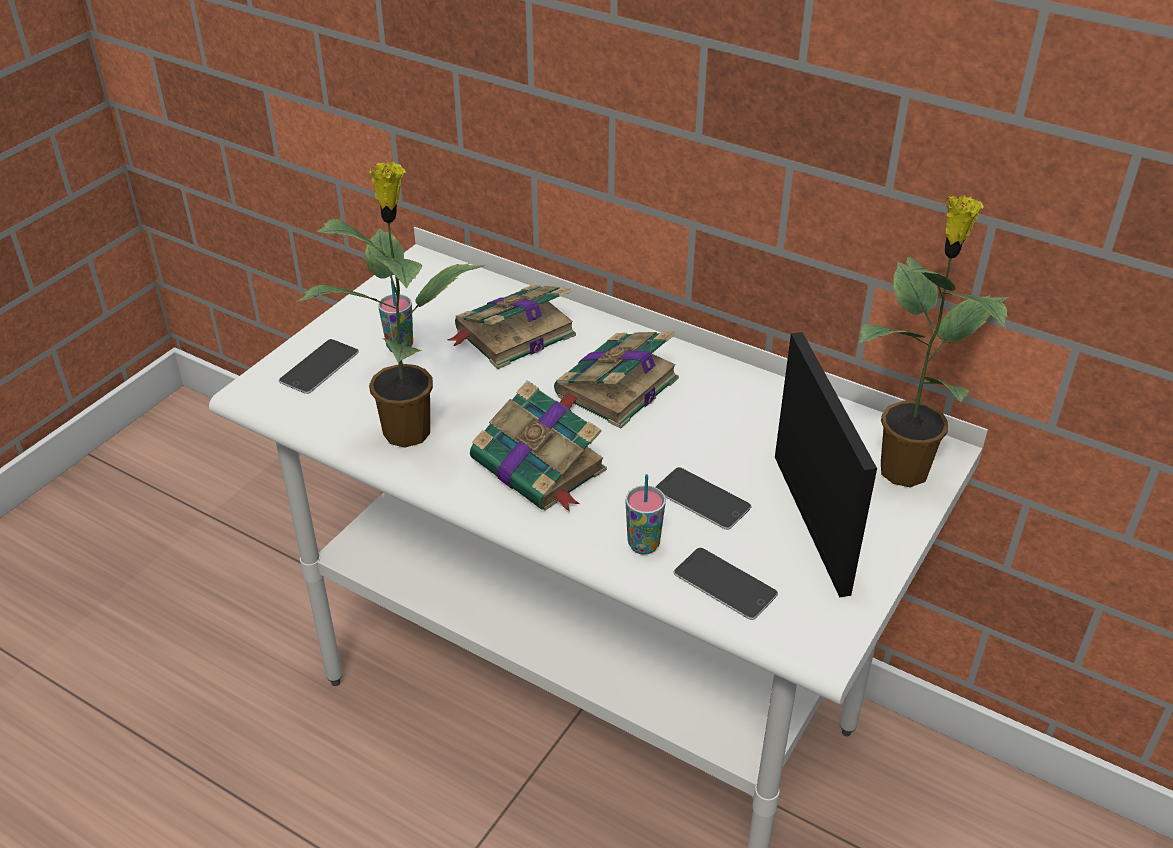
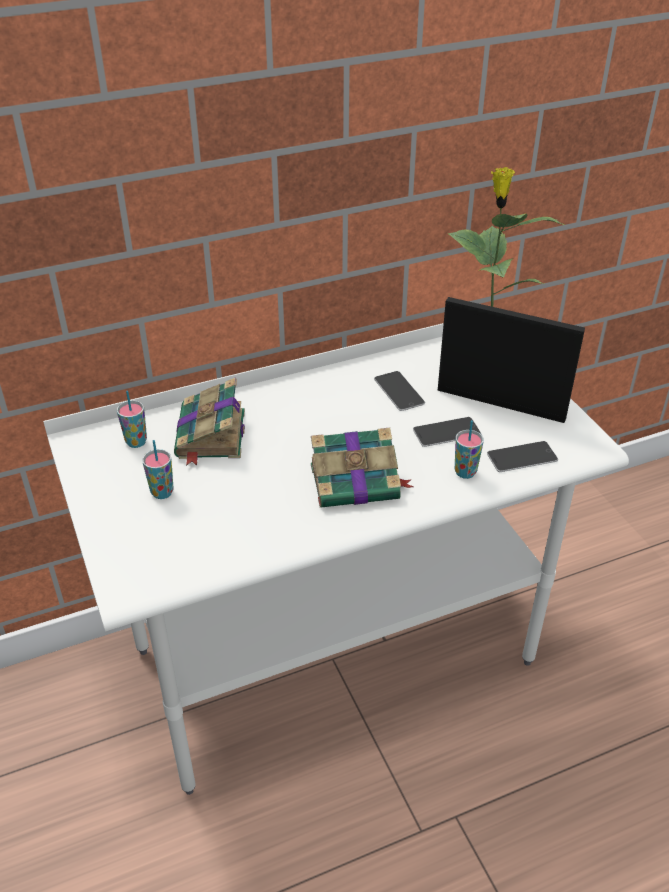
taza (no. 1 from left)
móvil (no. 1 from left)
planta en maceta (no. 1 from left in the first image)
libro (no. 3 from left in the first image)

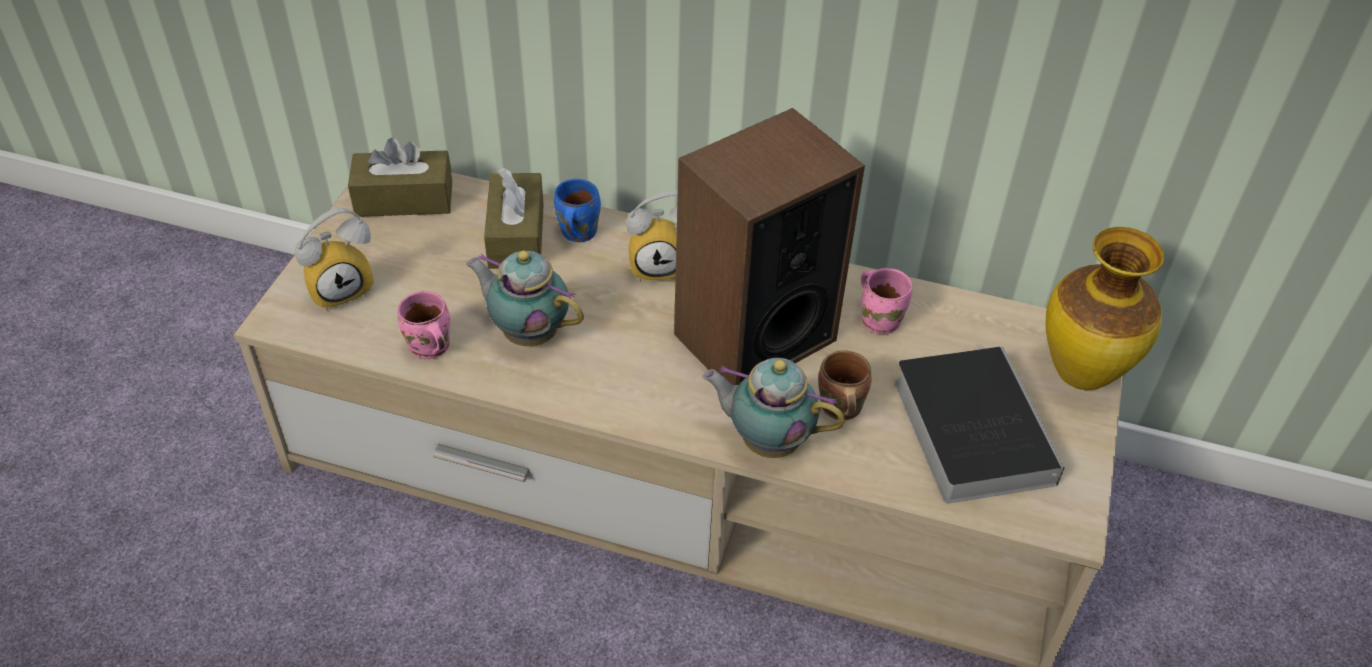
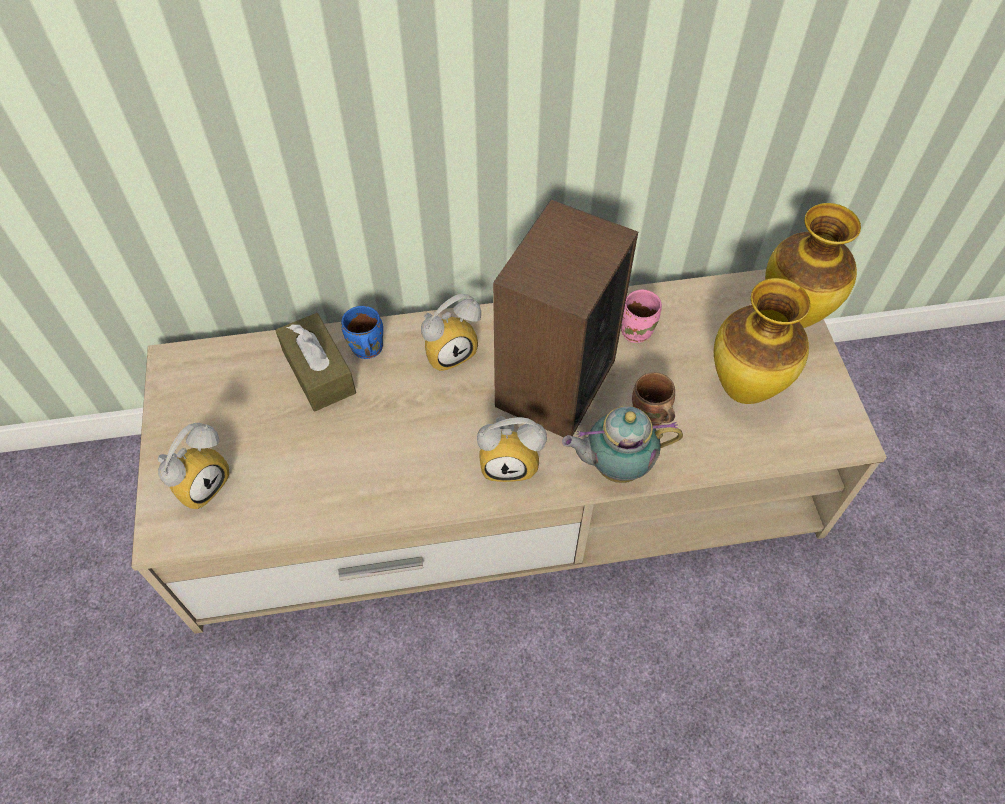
despertador (no. 3 from left)
florero (no. 1 from left)
caja de pañuelos (marrón) (no. 1 from left in the first image)
taza grande (rosa) (no. 1 from left in the first image)
tetera (no. 1 from left in the first image)

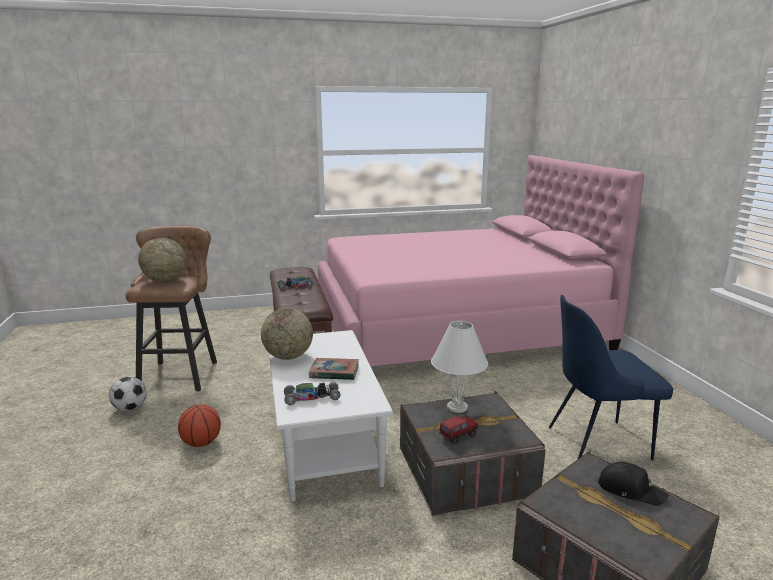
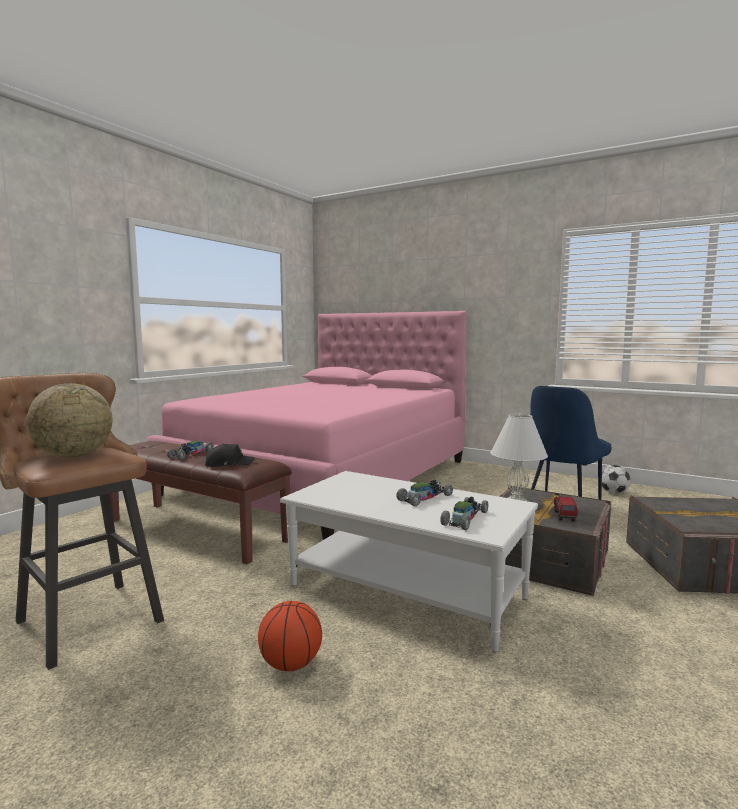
gorra (negro)
coche de juguete (no. 2 from left)
balón de fútbol
globo terráqueo (no. 2 from left in the first image)

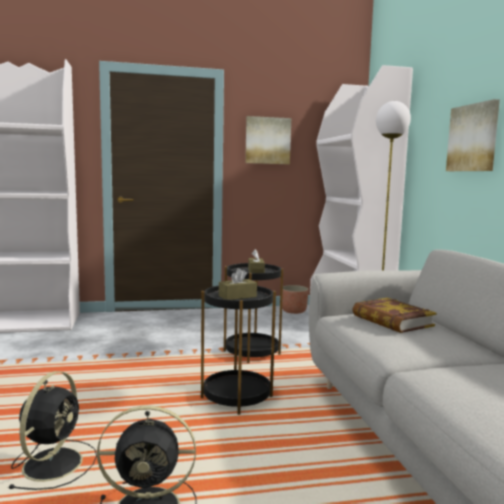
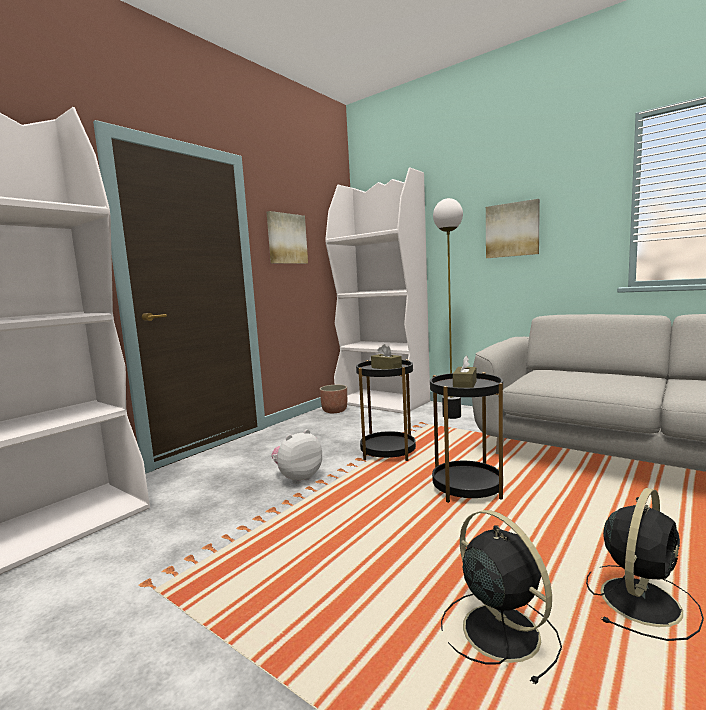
peluche
libro

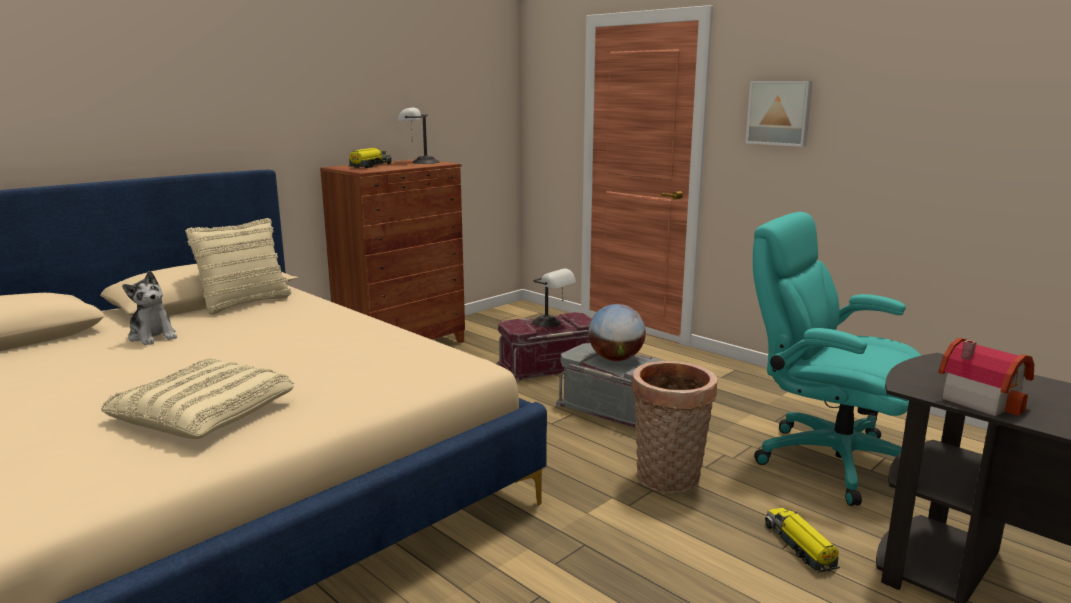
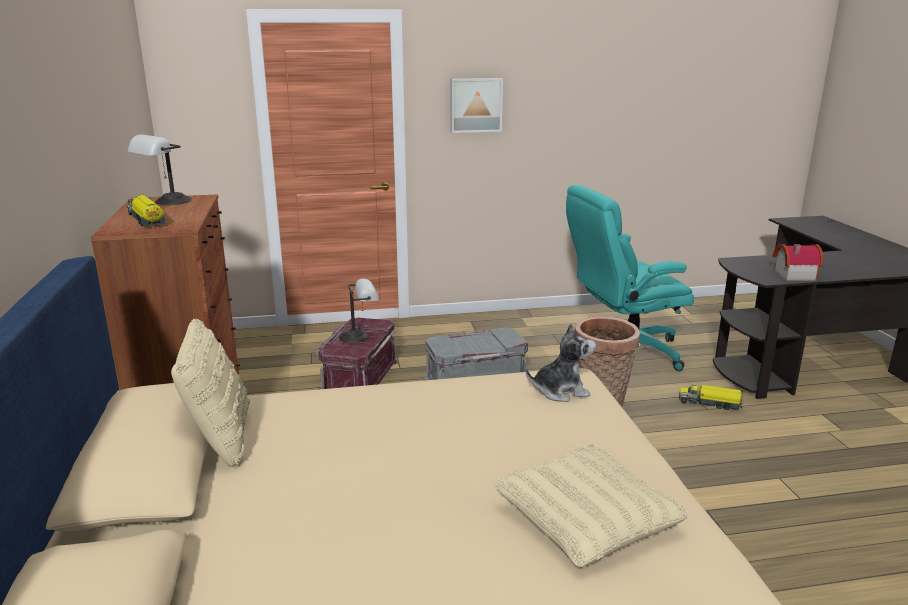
peluche
globo terráqueo

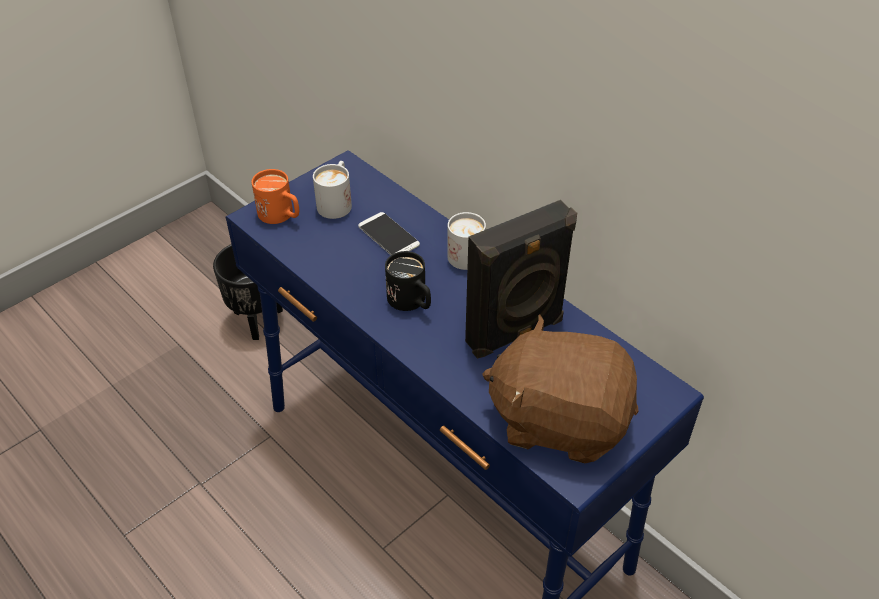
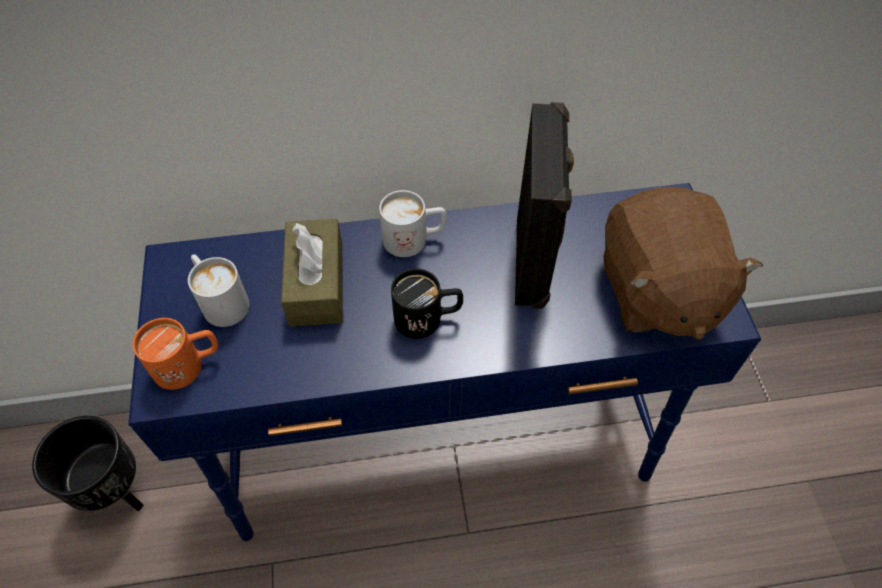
caja de pañuelos (marrón)
peluche (marrón)

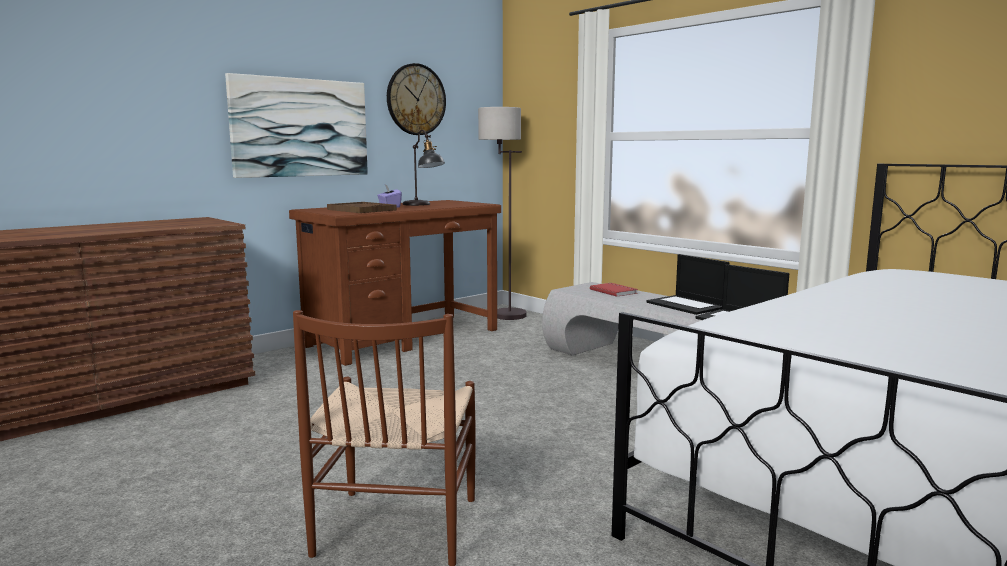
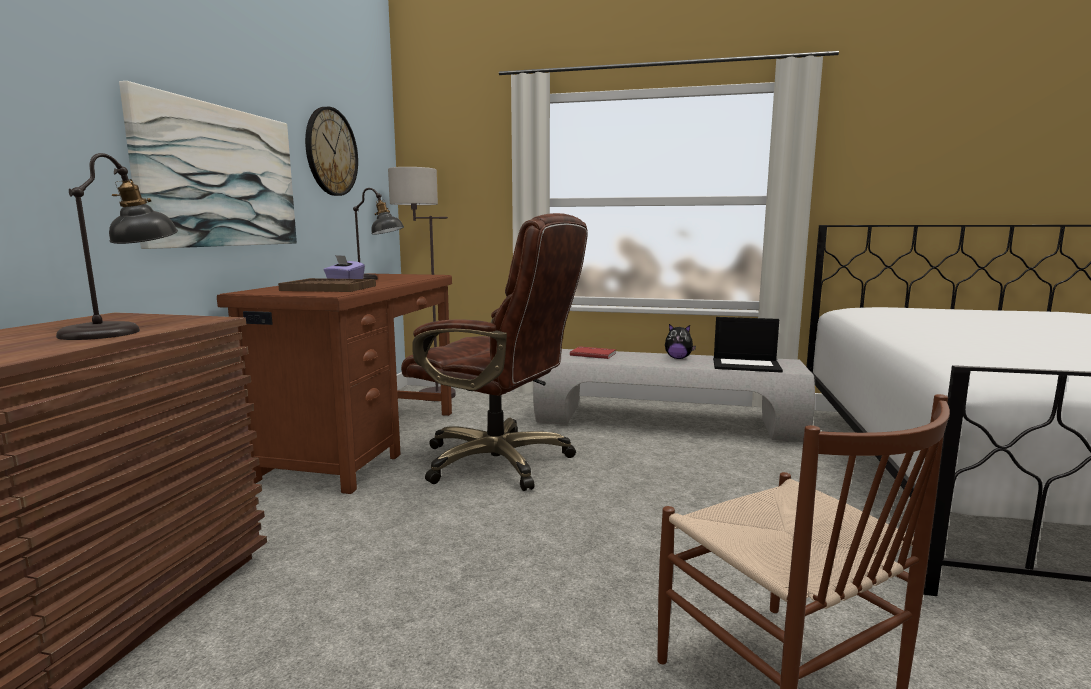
lámpara de mesa (gris) (no. 1 from left)
silla de oficina (marrón)
peluche

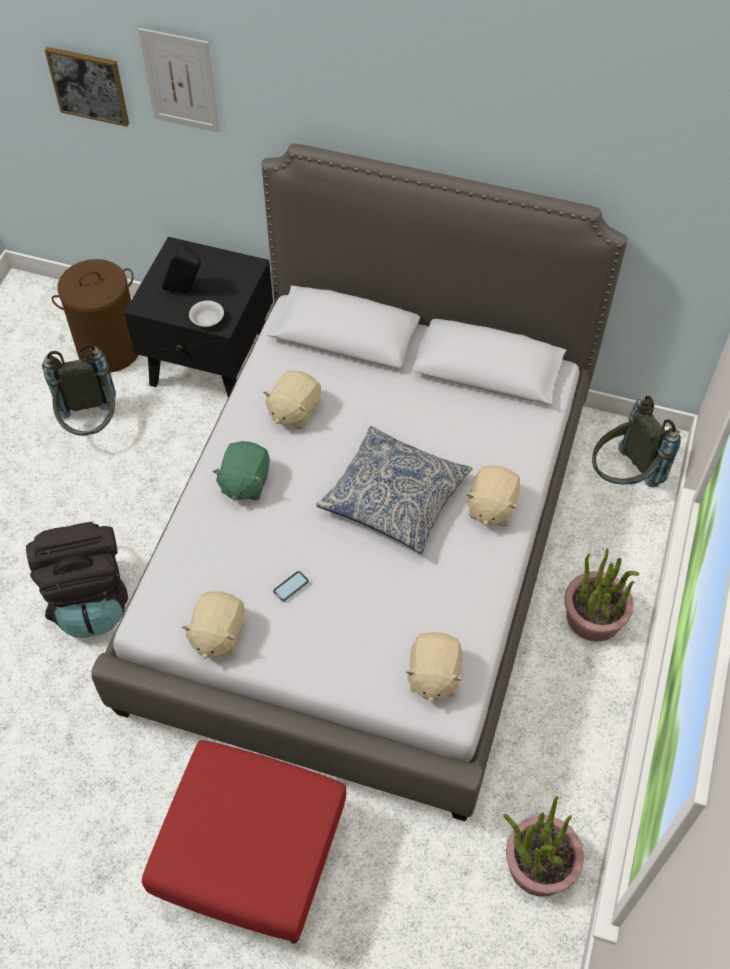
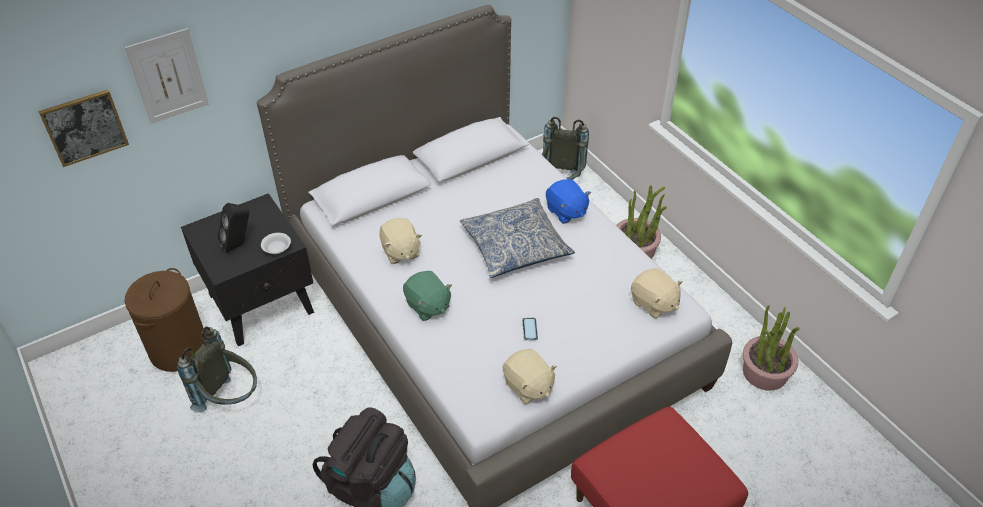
peluche (azul)

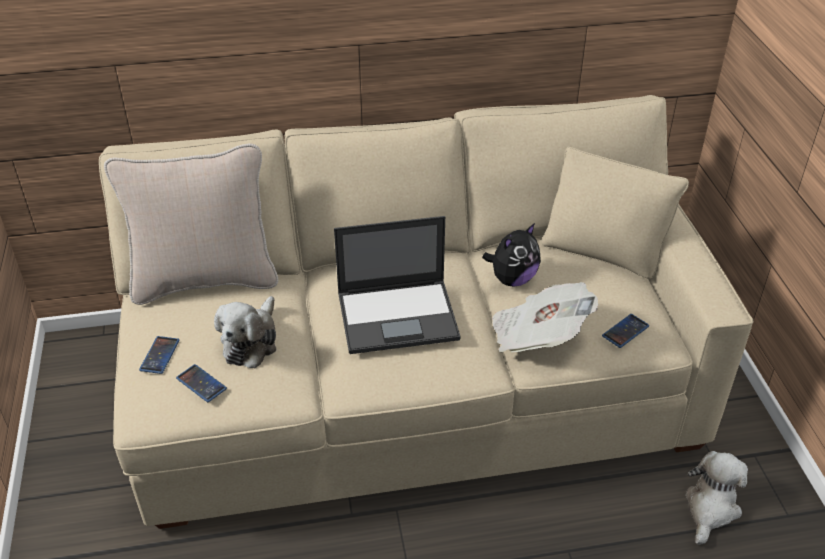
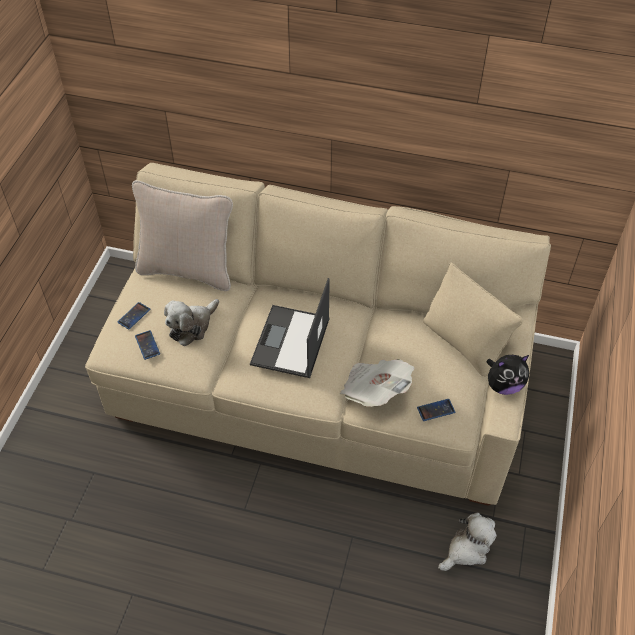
portátil
peluche (no. 3 from left)

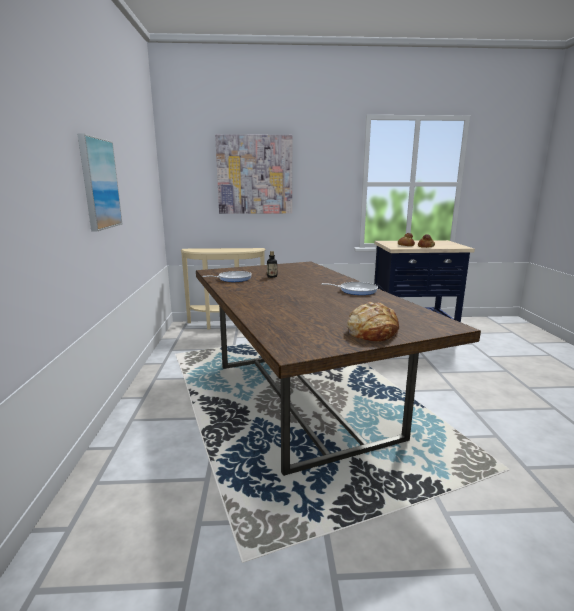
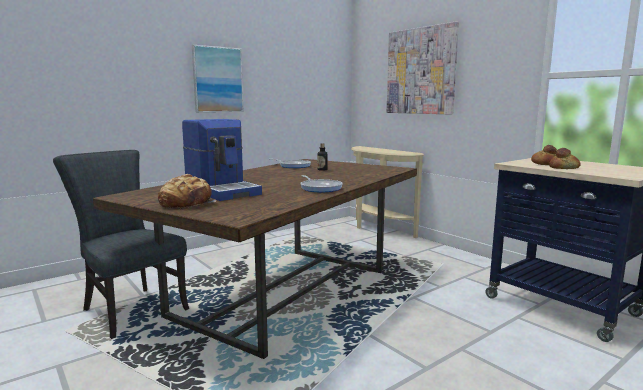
silla (gris)
cafetera

